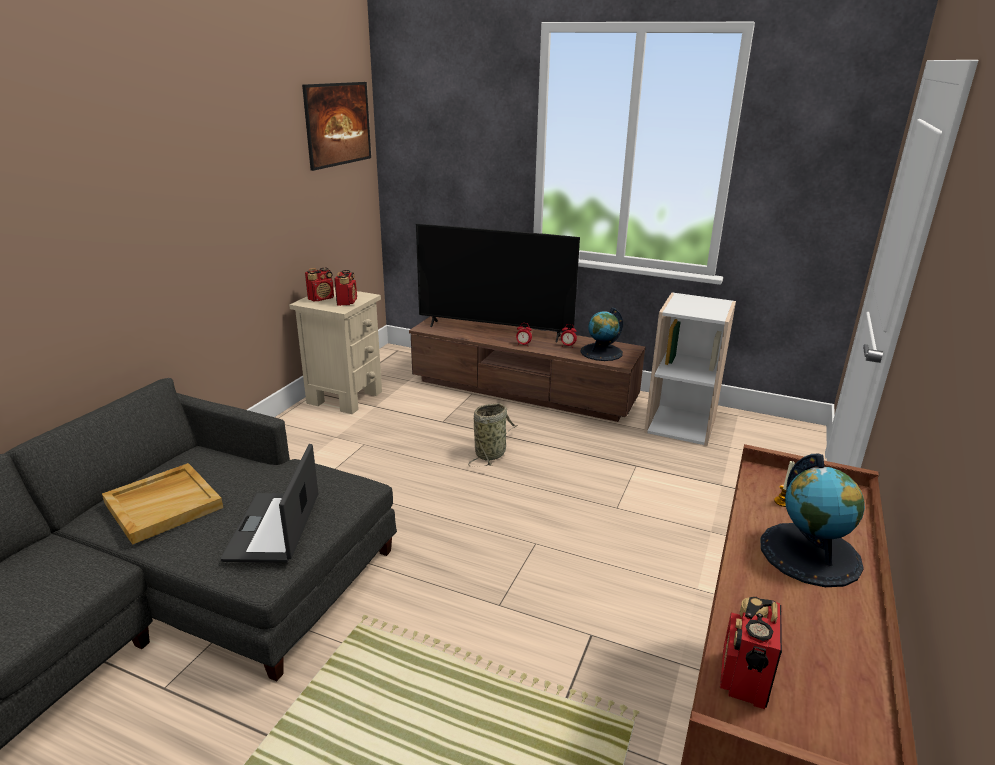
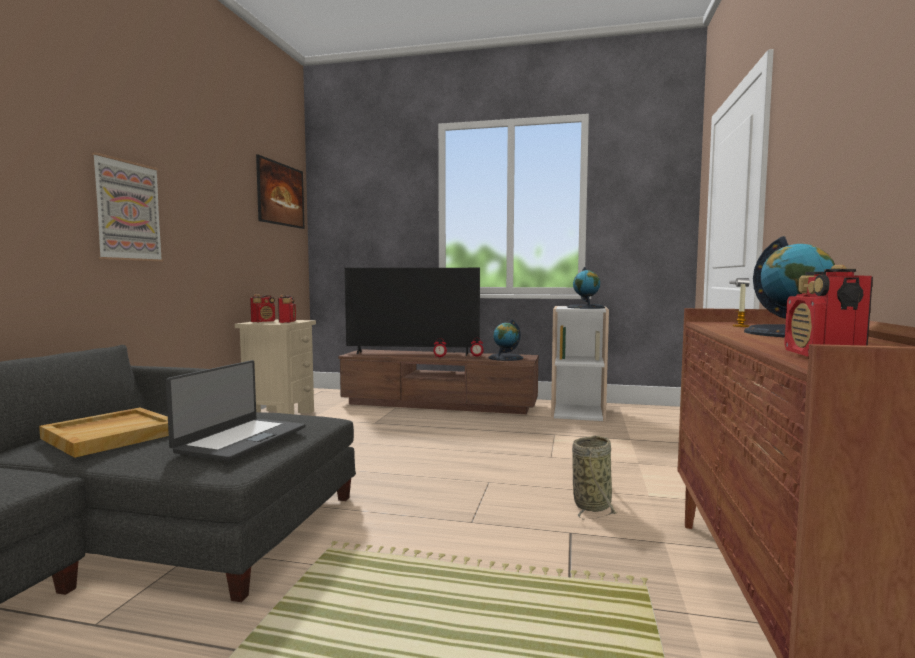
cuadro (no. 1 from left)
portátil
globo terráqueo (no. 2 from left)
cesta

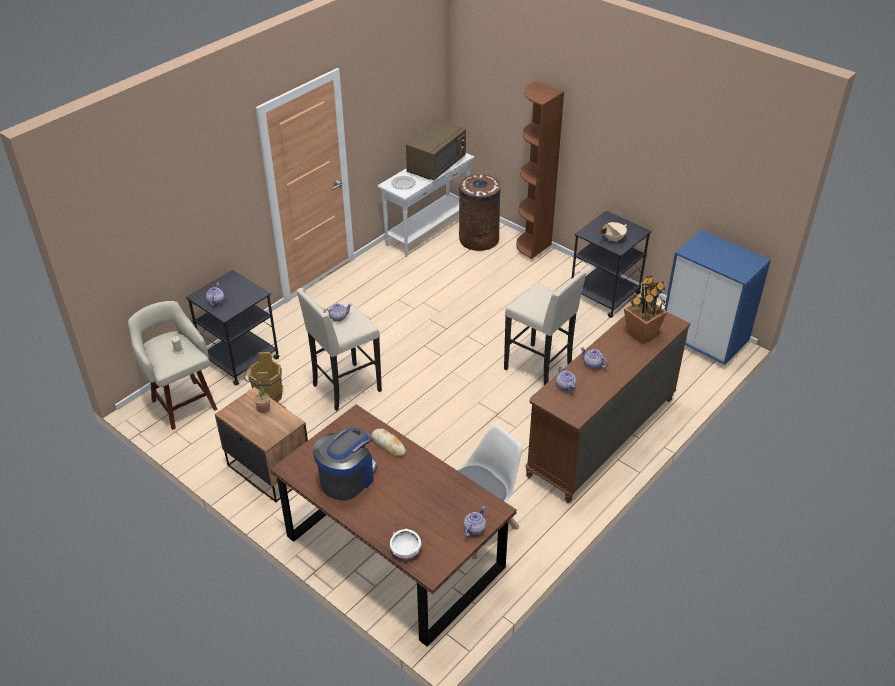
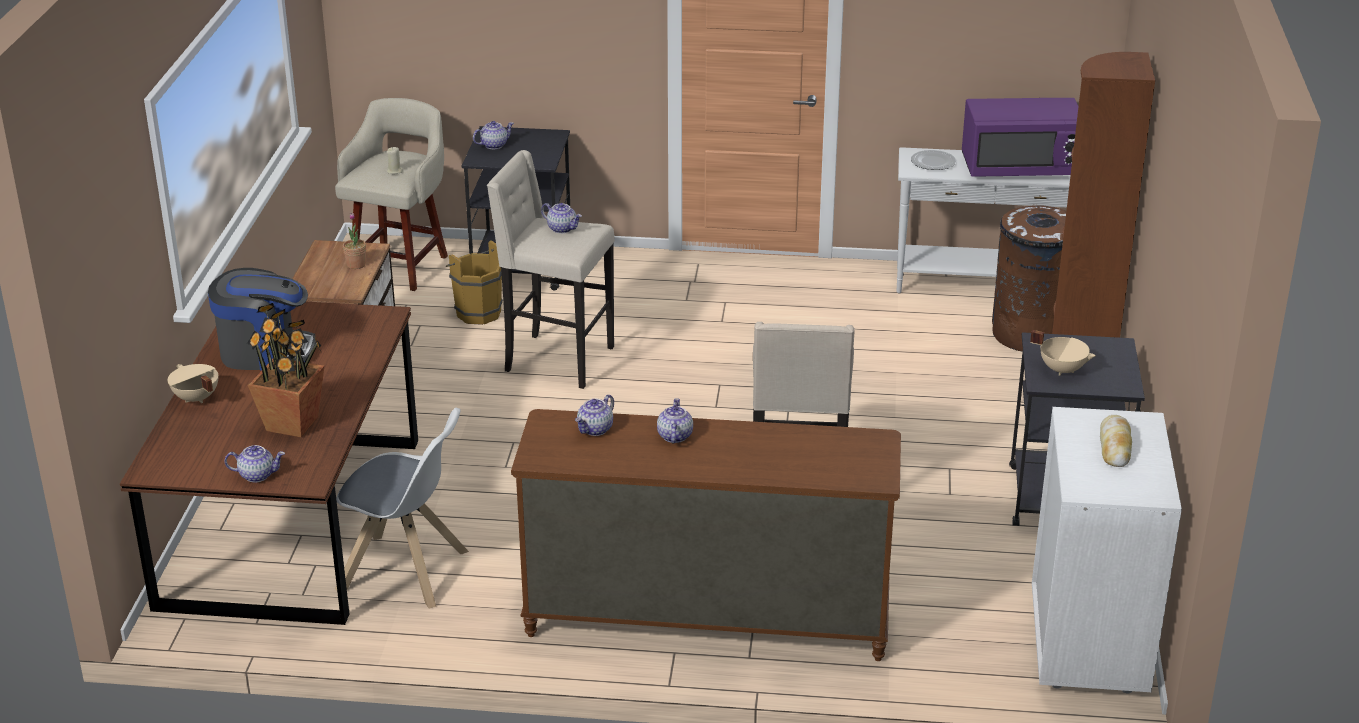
olla (beis) (no. 1 from left)
planta en maceta (no. 1 from left)
microondas (morado)
armario (blanco)
pan
cuenco (blanco)

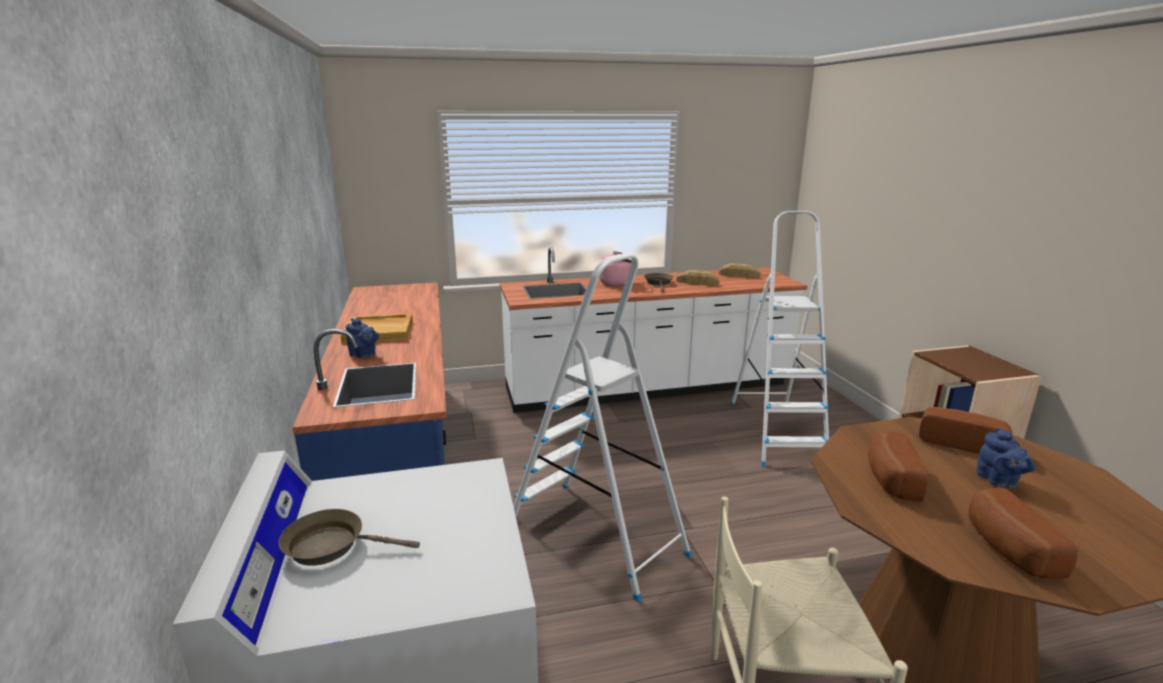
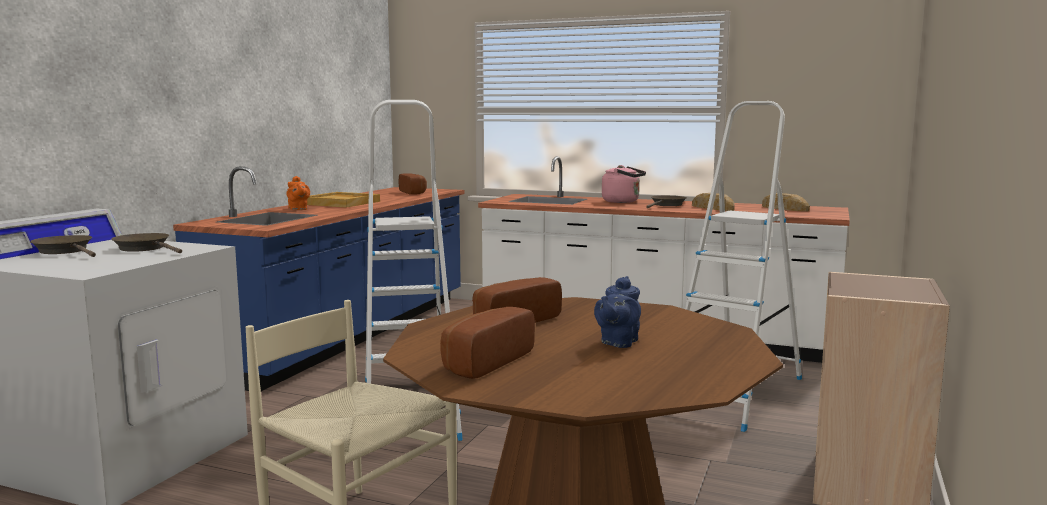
sartén (marrón) (no. 2 from left)
tetera (naranja)
pan (no. 1 from left)

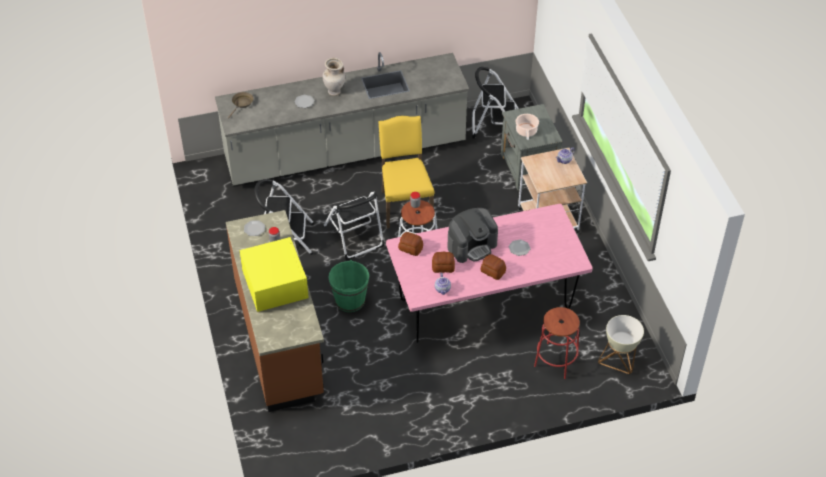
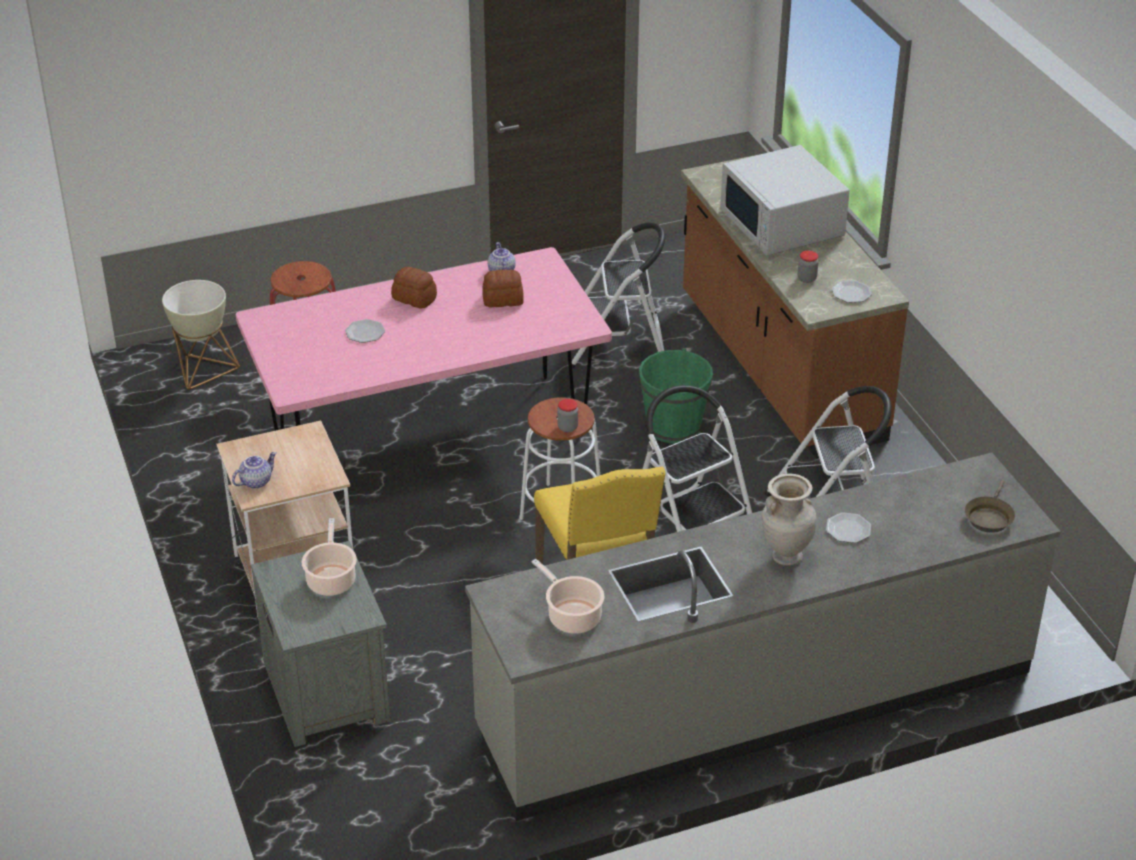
olla (no. 2 from left)
escalera de tijera (no. 1 from left)
microondas (blanco)
pan (no. 1 from left in the first image)
cafetera

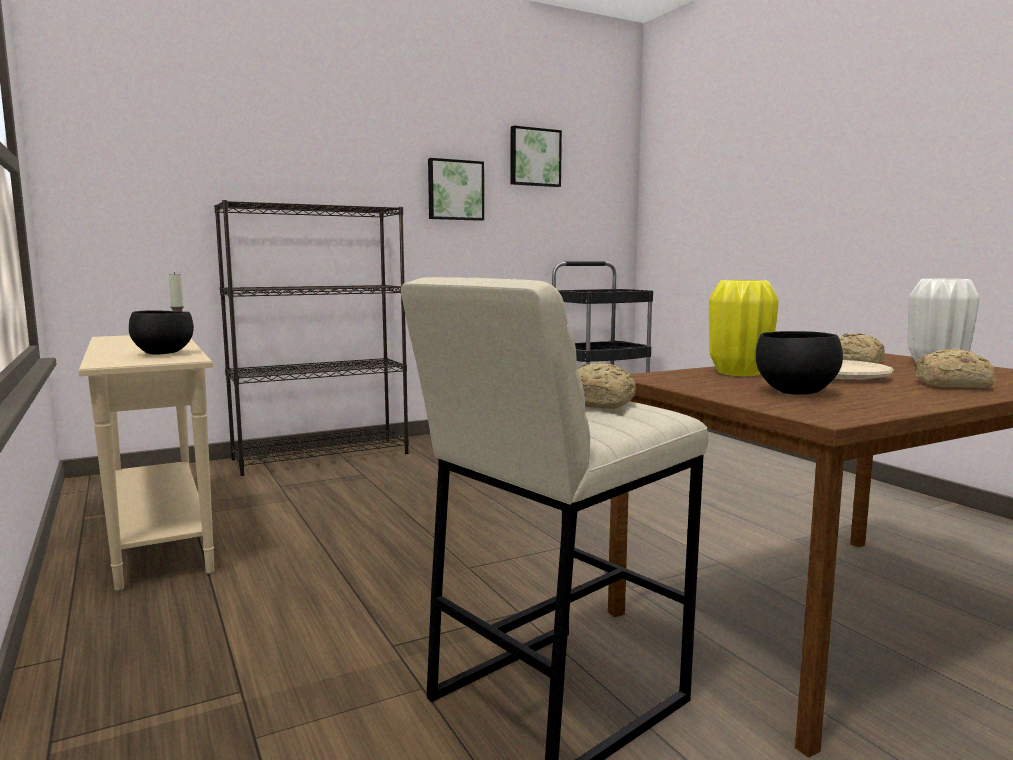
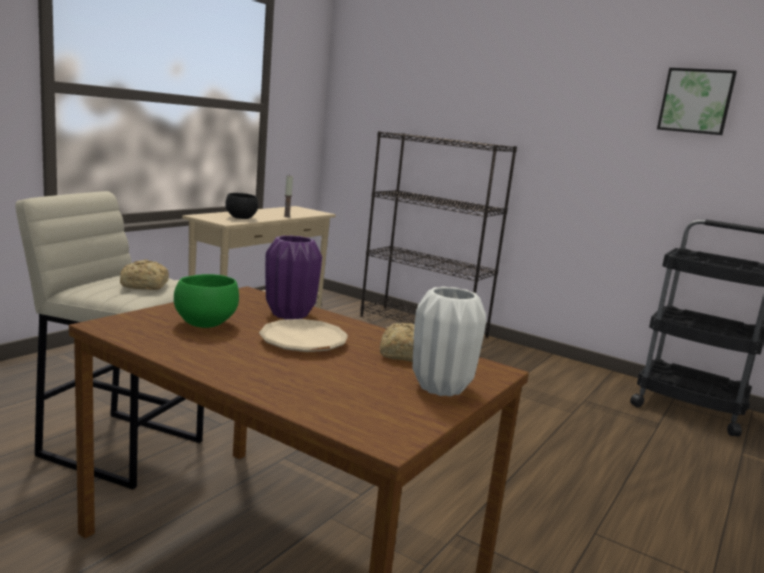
cuenco (verde)
florero (morado)
cuadro (no. 1 from left in the first image)
pan (no. 3 from left in the first image)

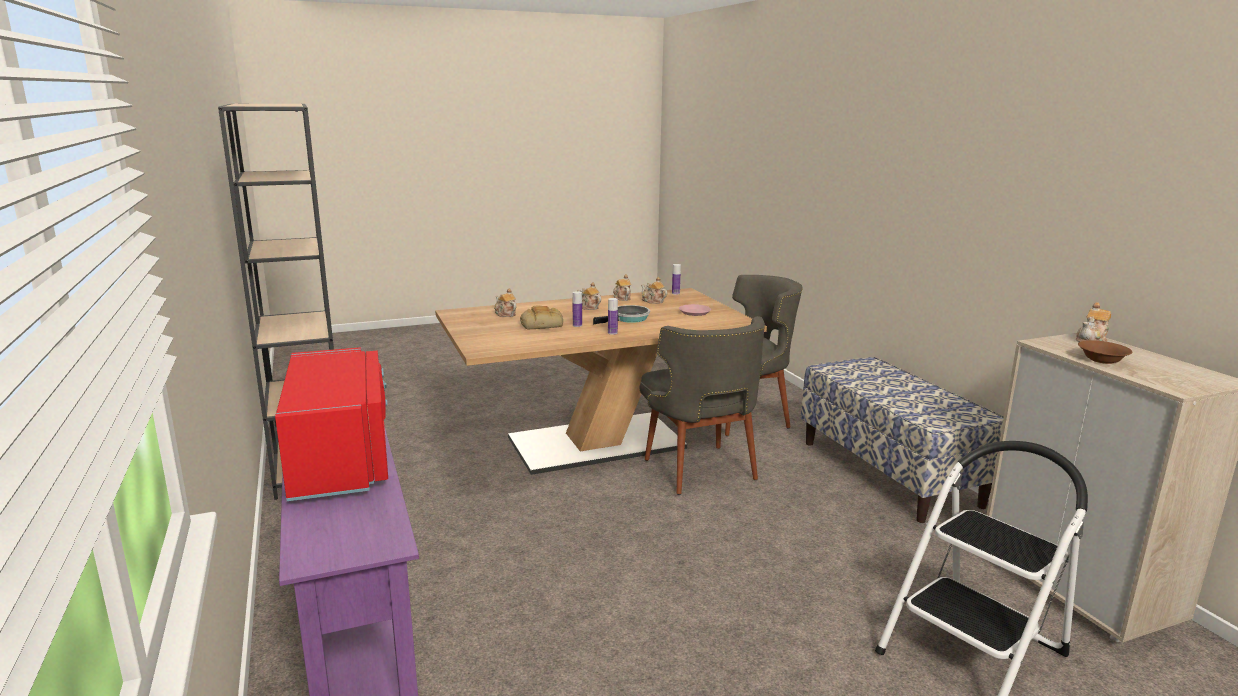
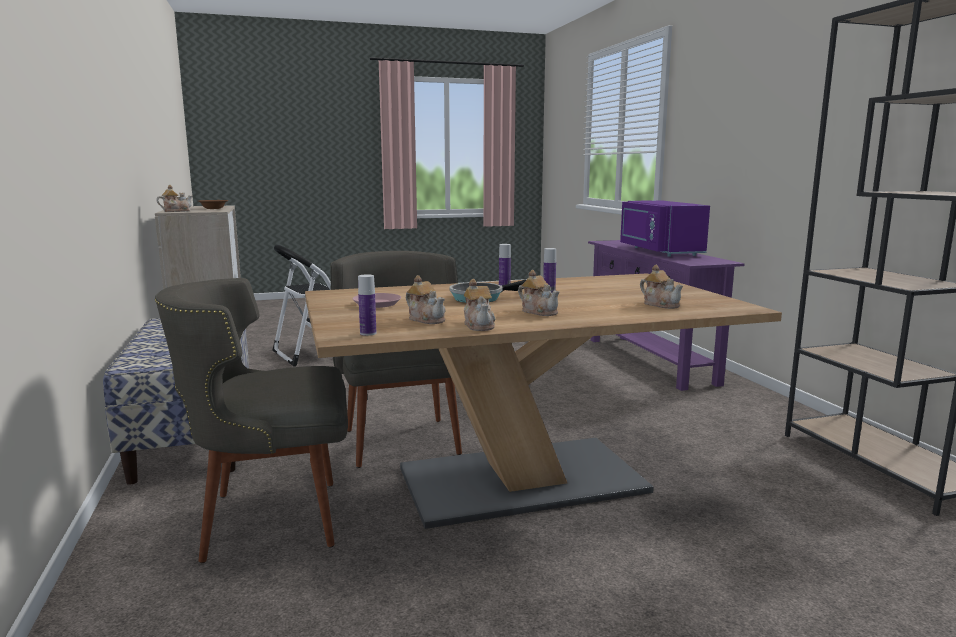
microondas (morado)
pan

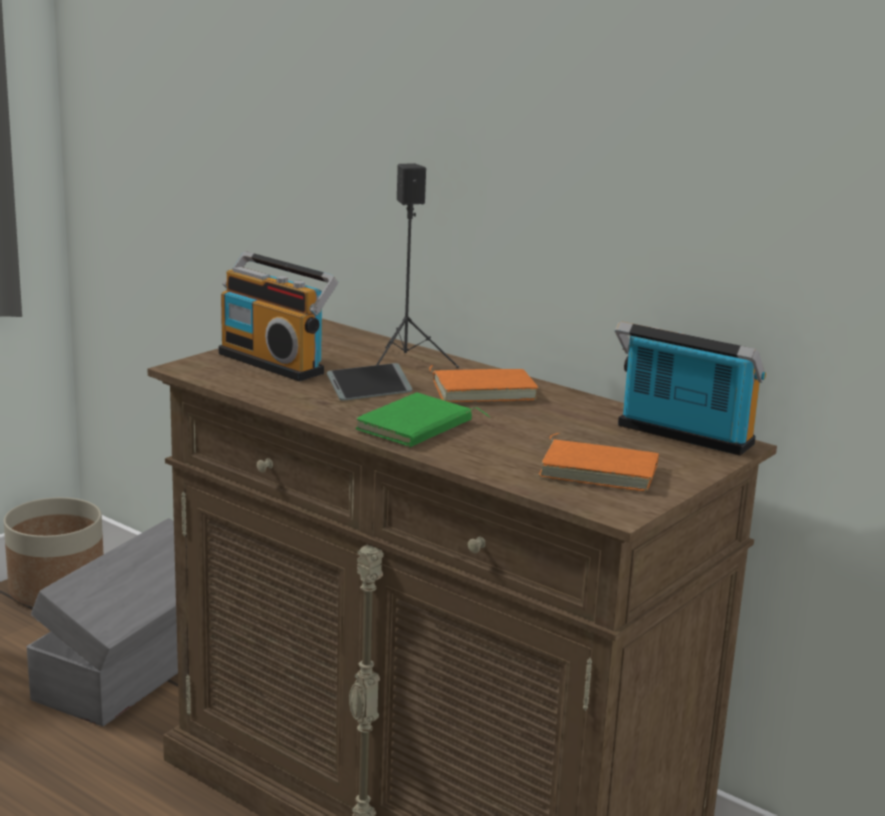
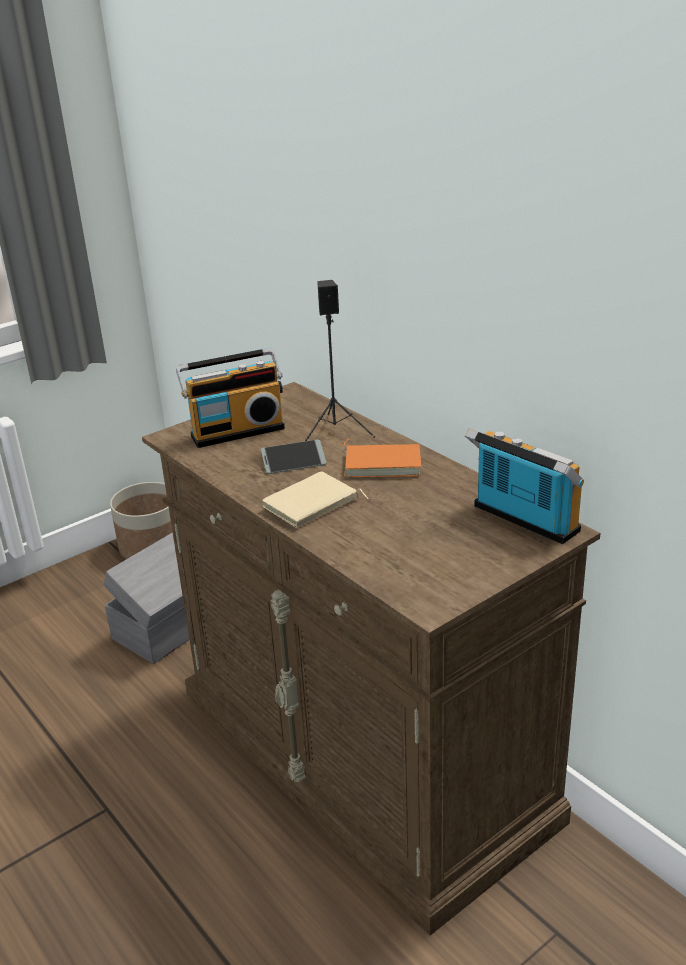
radio (no. 1 from left)
libro (beis)
libro (naranja) (no. 2 from left in the first image)

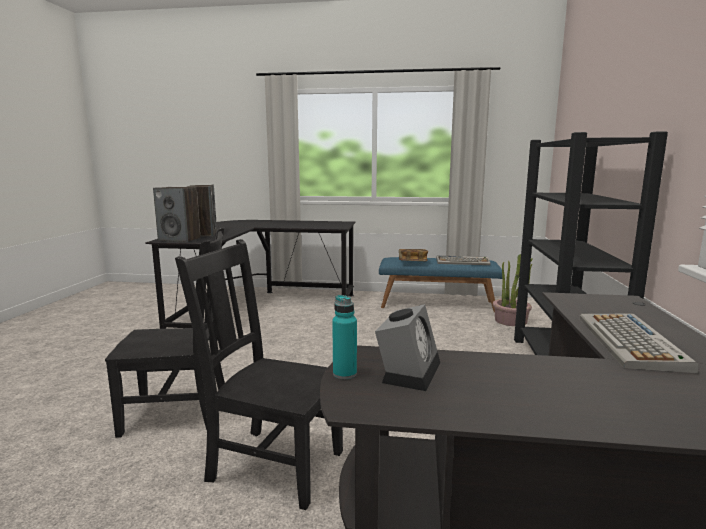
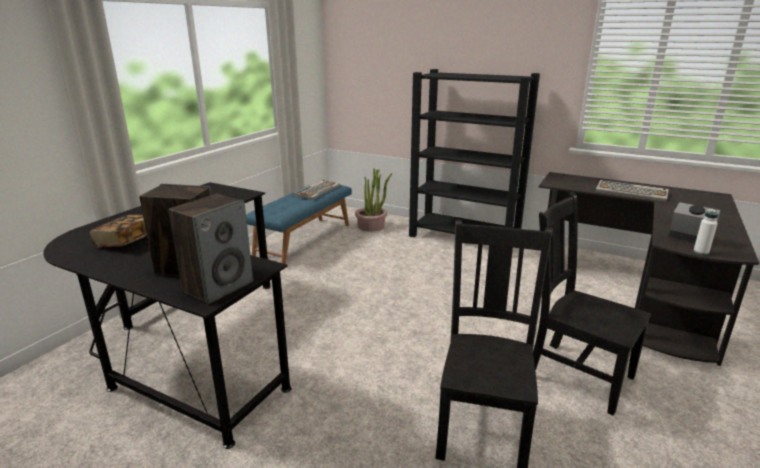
libro
silla (negro) (no. 2 from left)
botella (blanco)

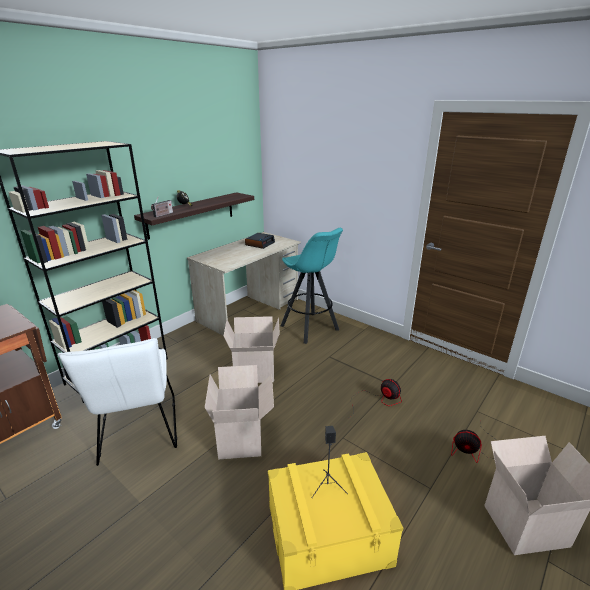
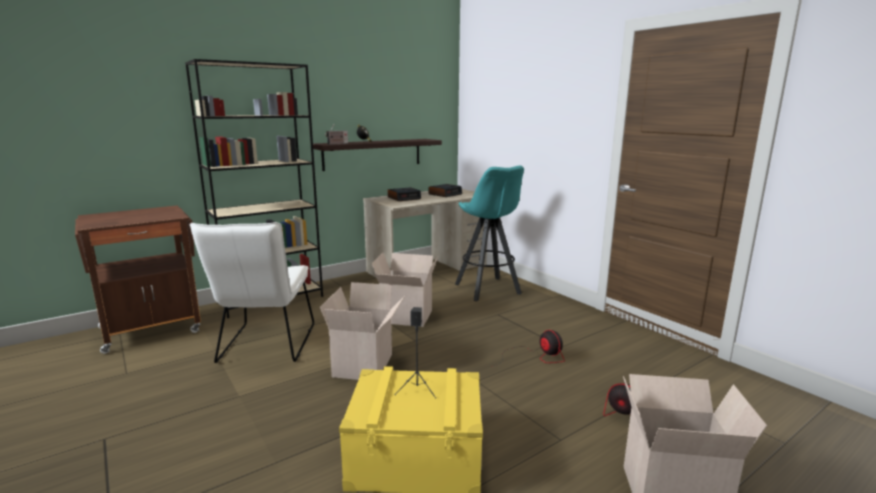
despertador (no. 2 from left)

